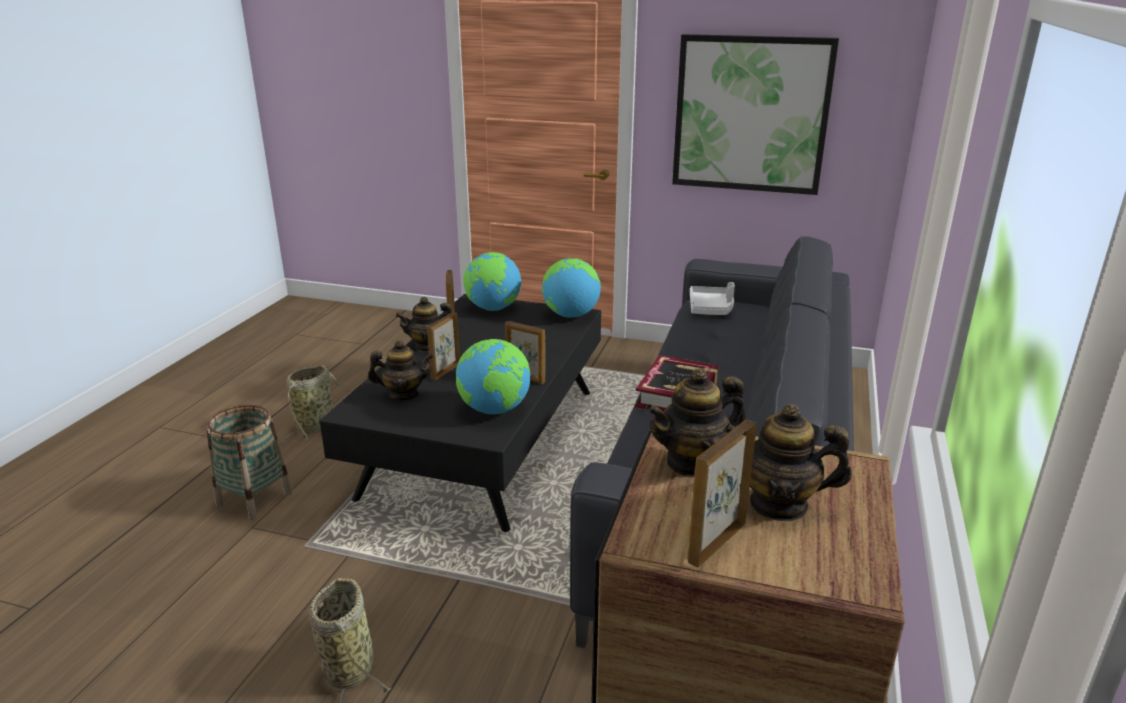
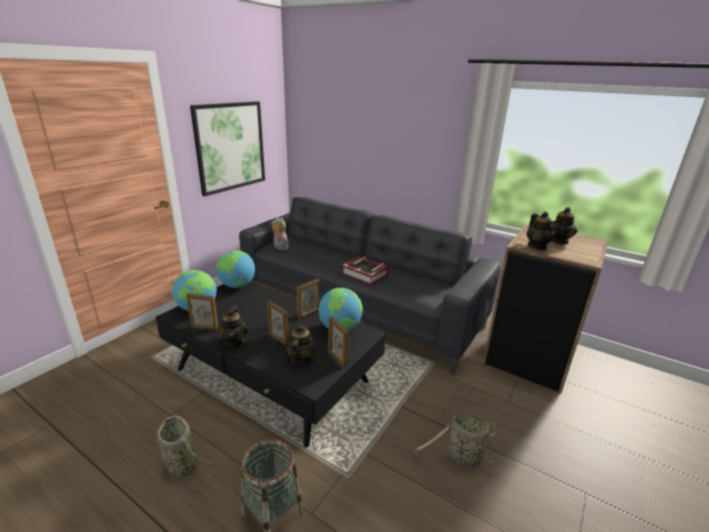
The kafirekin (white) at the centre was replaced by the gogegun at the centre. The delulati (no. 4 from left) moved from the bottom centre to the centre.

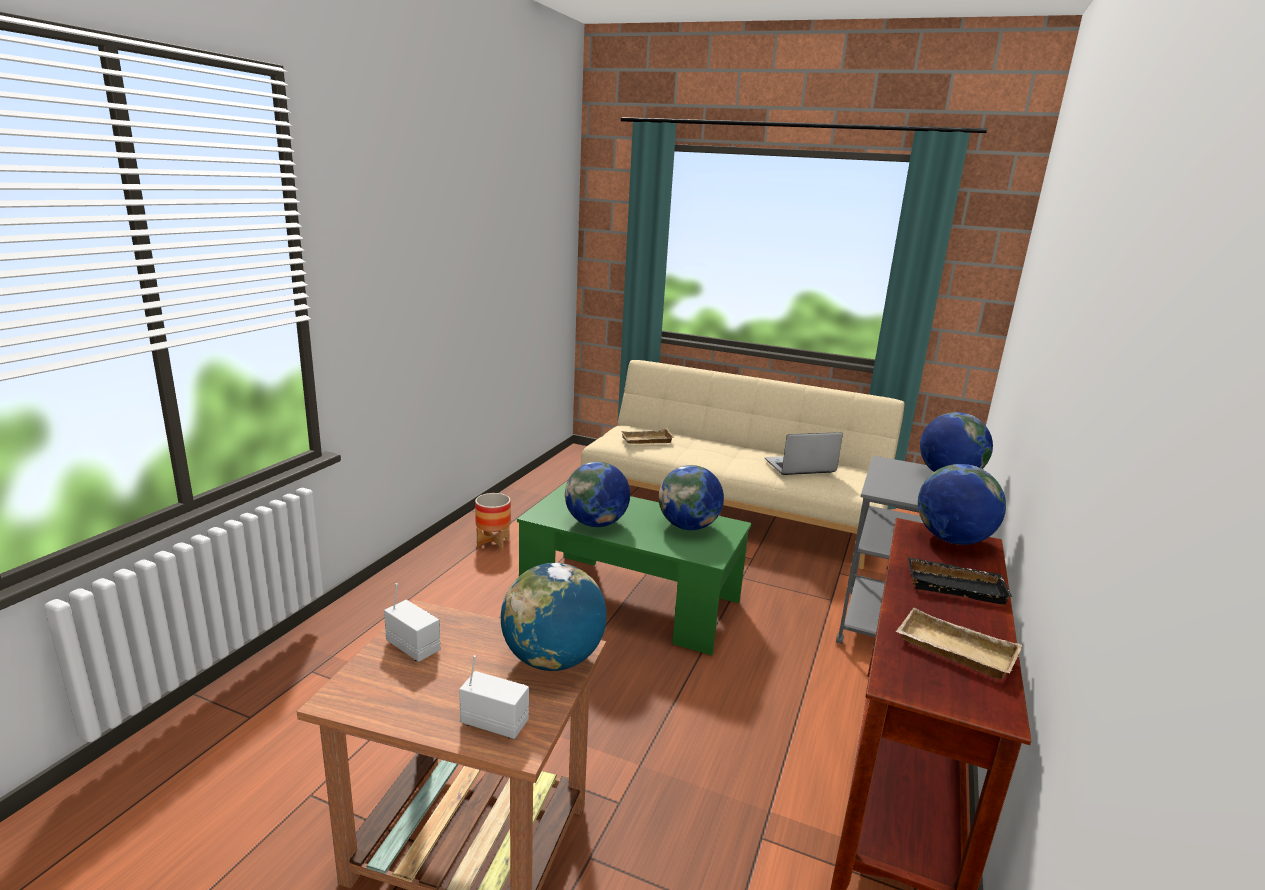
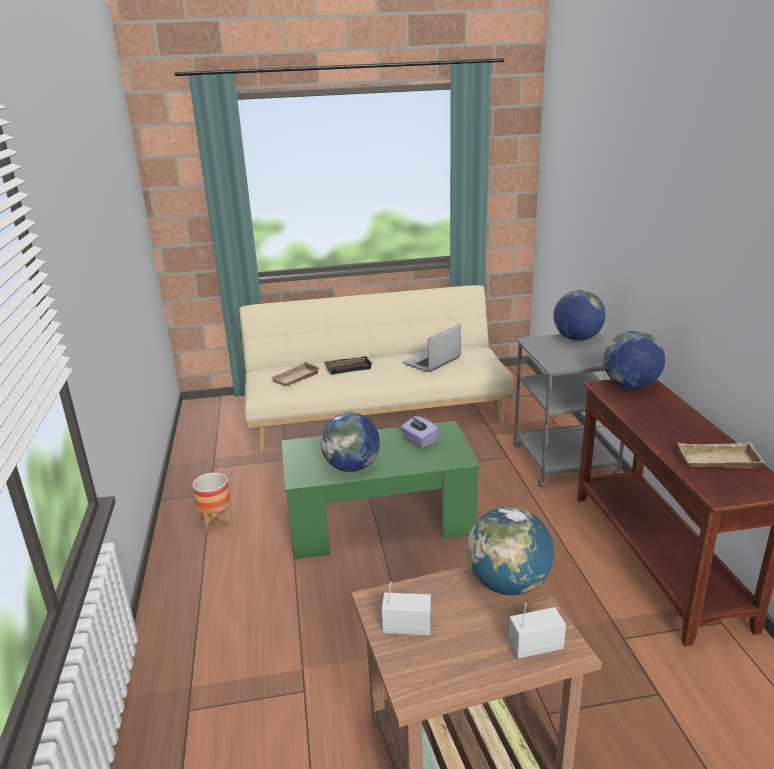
The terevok (no. 3 from left) at the centre was replaced by the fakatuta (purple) at the centre. The kafirekin (black) moved from the middle right to the centre.

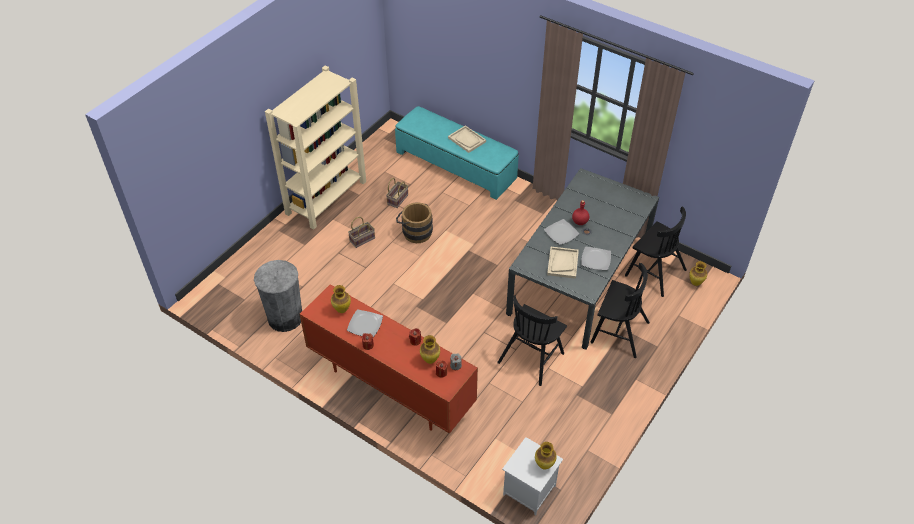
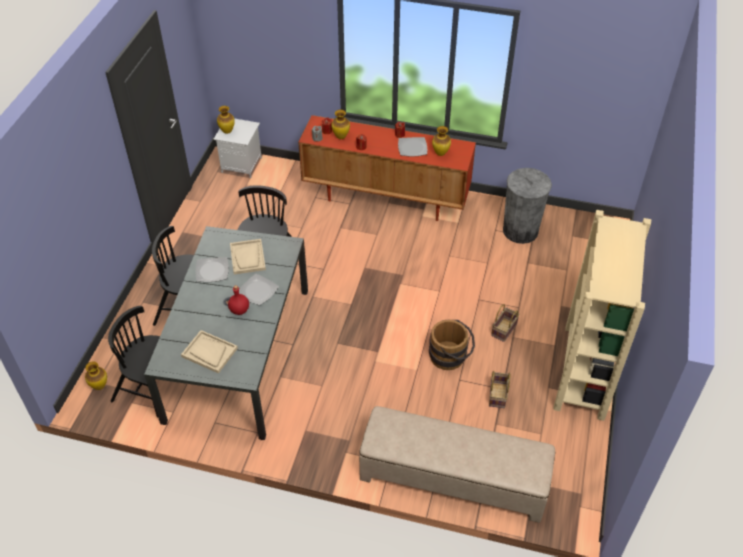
The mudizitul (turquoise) at the top centre became the mudizitul (beige) at the bottom centre. The kafirekin (beige) (no. 1 from left) moved from the top centre to the middle left.

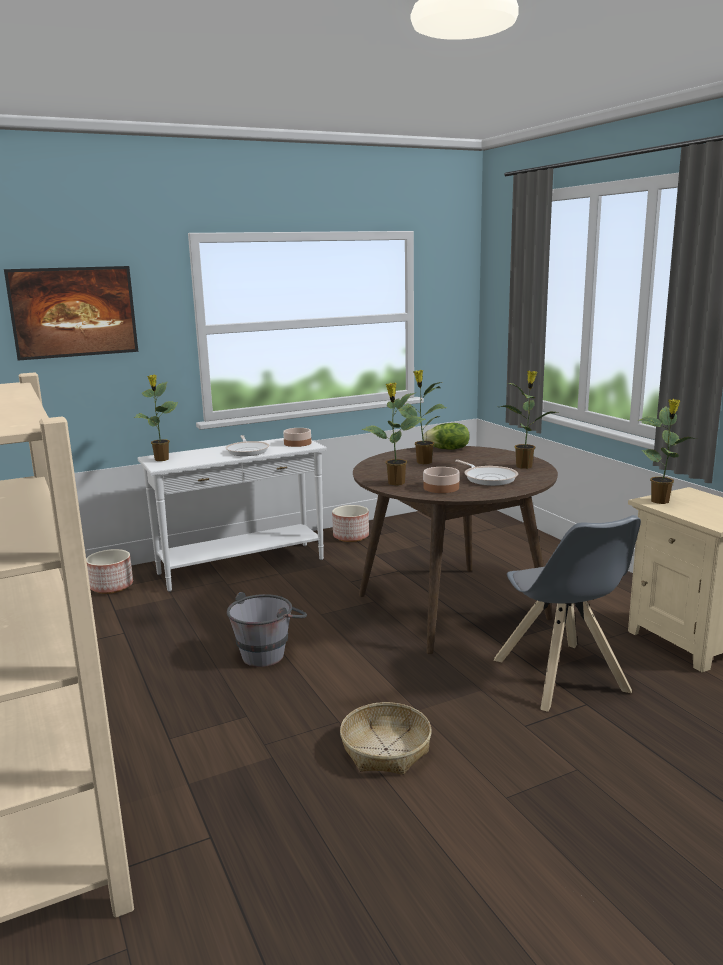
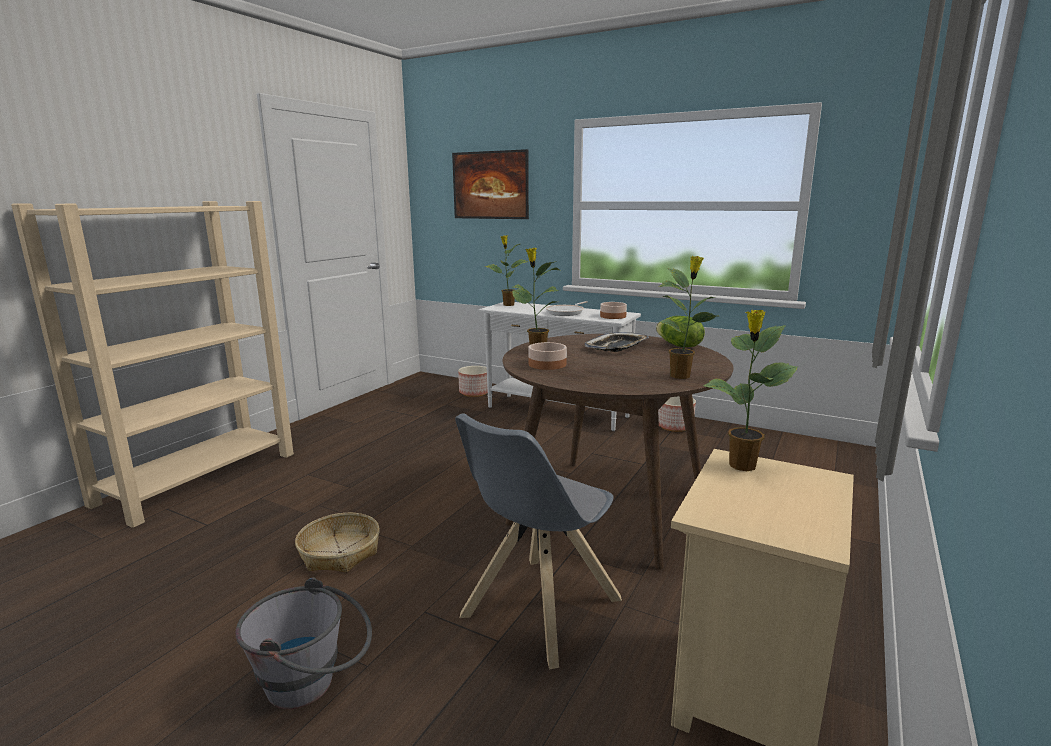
The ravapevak (no. 3 from left) at the centre was replaced by the kafirekin at the centre. The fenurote (no. 2 from left) at the middle right disappeared. The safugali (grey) moved from the centre to the bottom left.

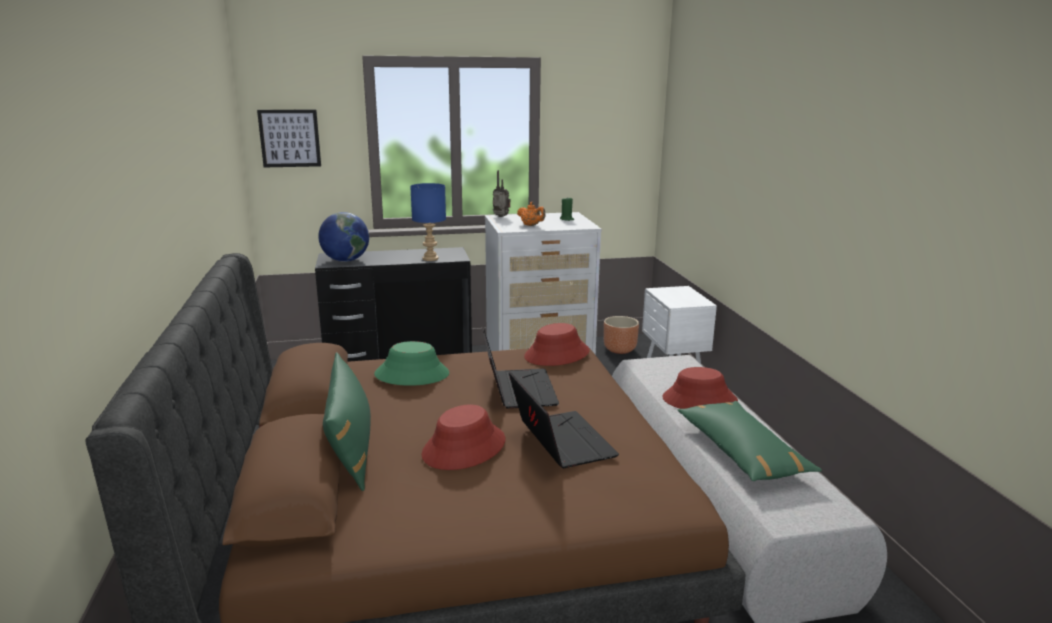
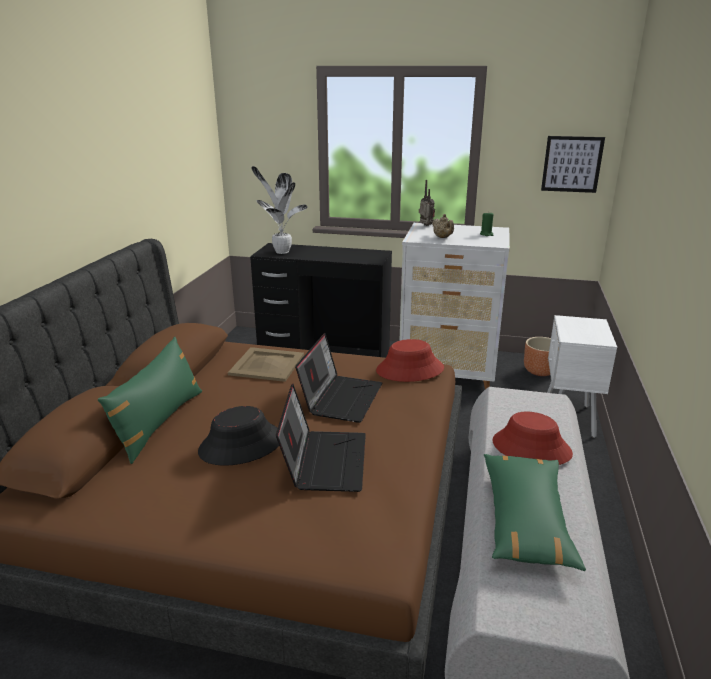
The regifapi moved from the top left to the top right. The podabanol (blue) at the centre disappeared. The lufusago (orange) at the centre became the lufusago (beige) at the top centre. The terevok at the middle left was replaced by the ravapevak at the top centre. The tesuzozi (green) at the centre was replaced by the kafirekin (beige) at the centre. The tesuzozi (red) (no. 1 from left) at the bottom centre became the tesuzozi (black) at the centre.

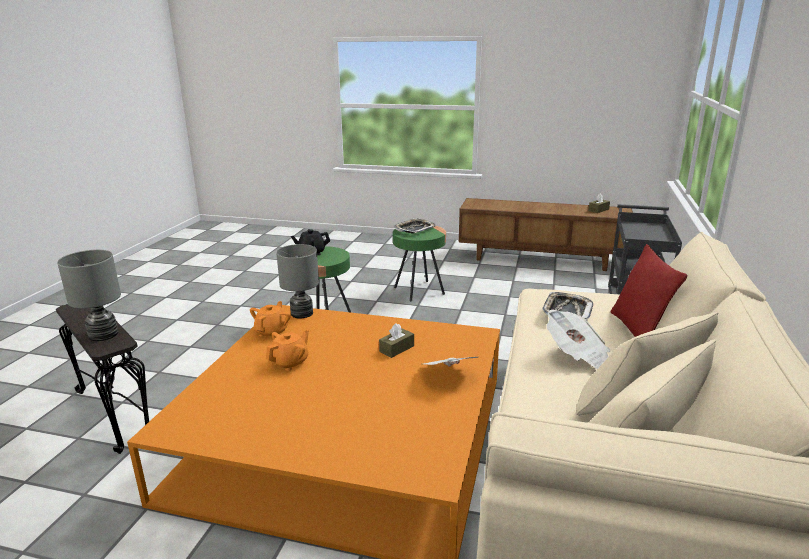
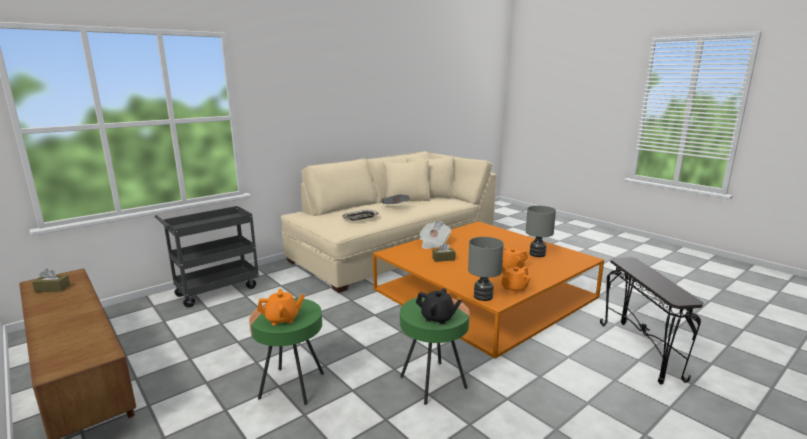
The kafirekin (no. 1 from left) at the centre was replaced by the lufusago (orange) (no. 1 from left) at the bottom centre. The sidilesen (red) at the middle right disappeared. The podabanol (grey) (no. 1 from left in the first image) moved from the middle left to the middle right.

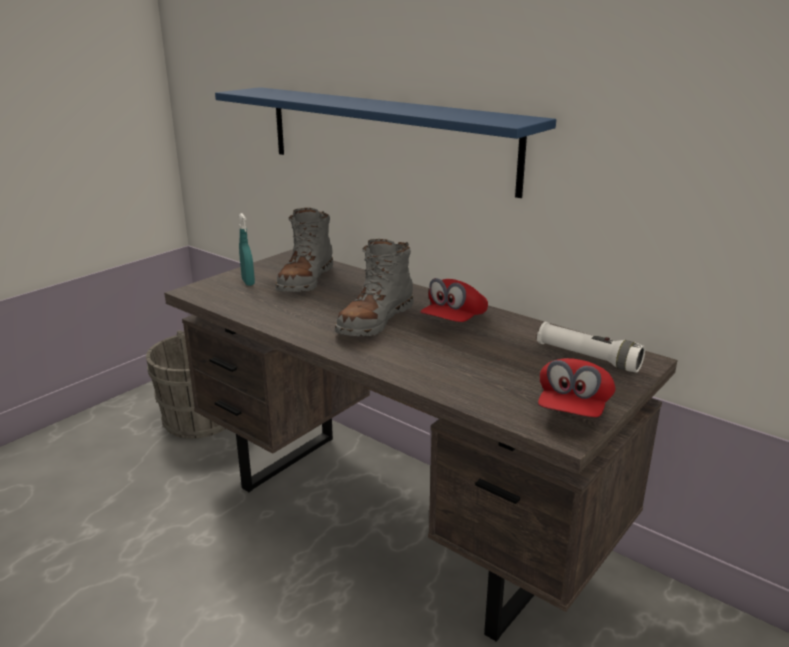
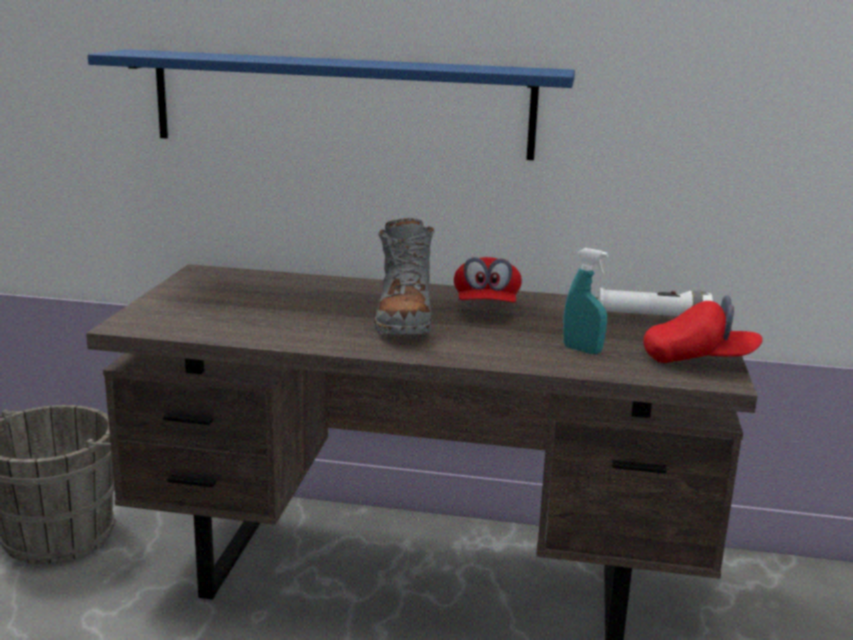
The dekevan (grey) (no. 1 from left) at the centre disappeared. The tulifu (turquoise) moved from the middle left to the middle right. The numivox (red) (no. 2 from left) at the middle right turned 75 degrees counterclockwise.

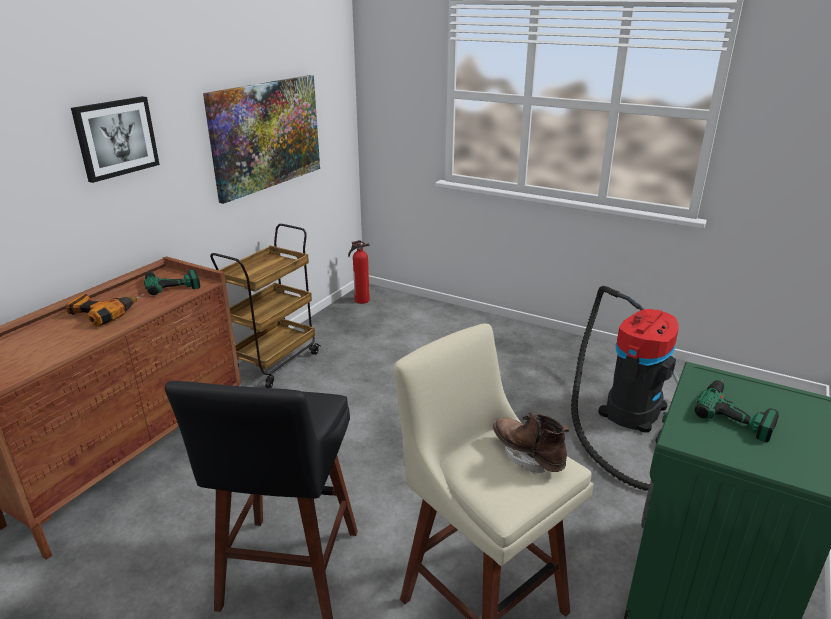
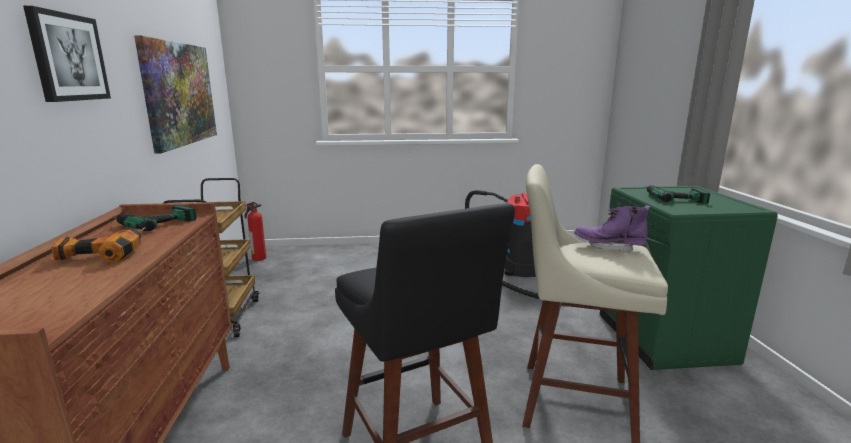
The dekevan (brown) at the bottom centre became the dekevan (purple) at the middle right.

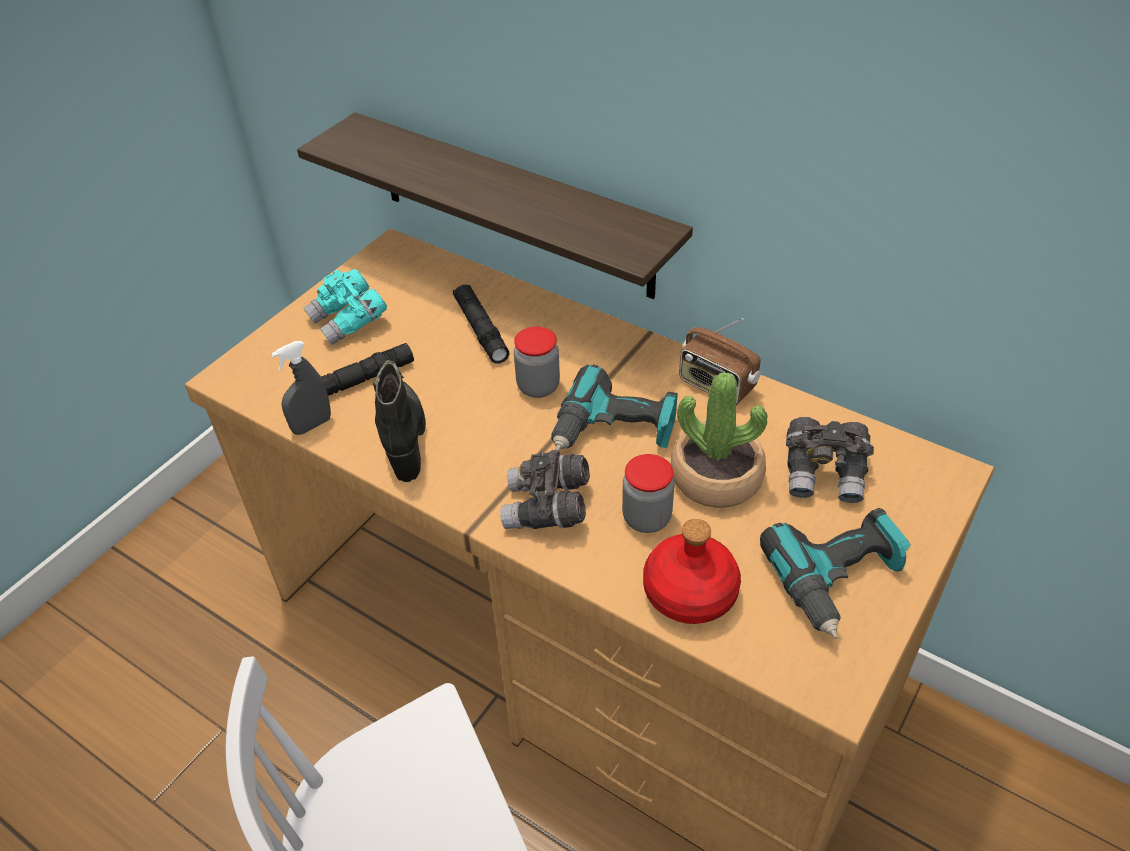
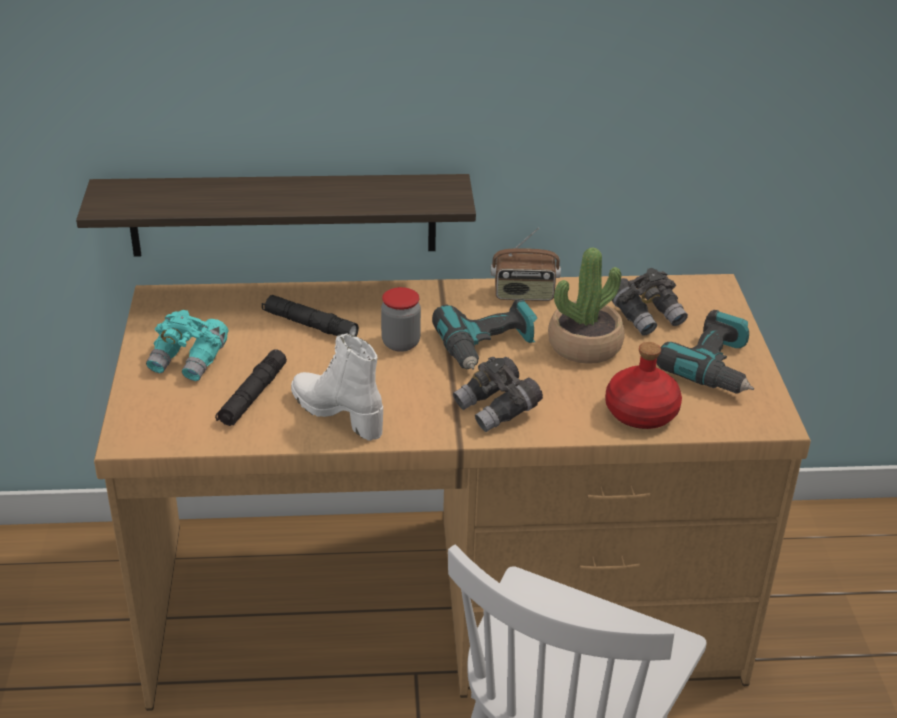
The tulifu (grey) at the middle left disappeared. The dekevan (black) at the centre became the dekevan (white) at the centre. The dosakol (no. 2 from left) at the centre disappeared.

